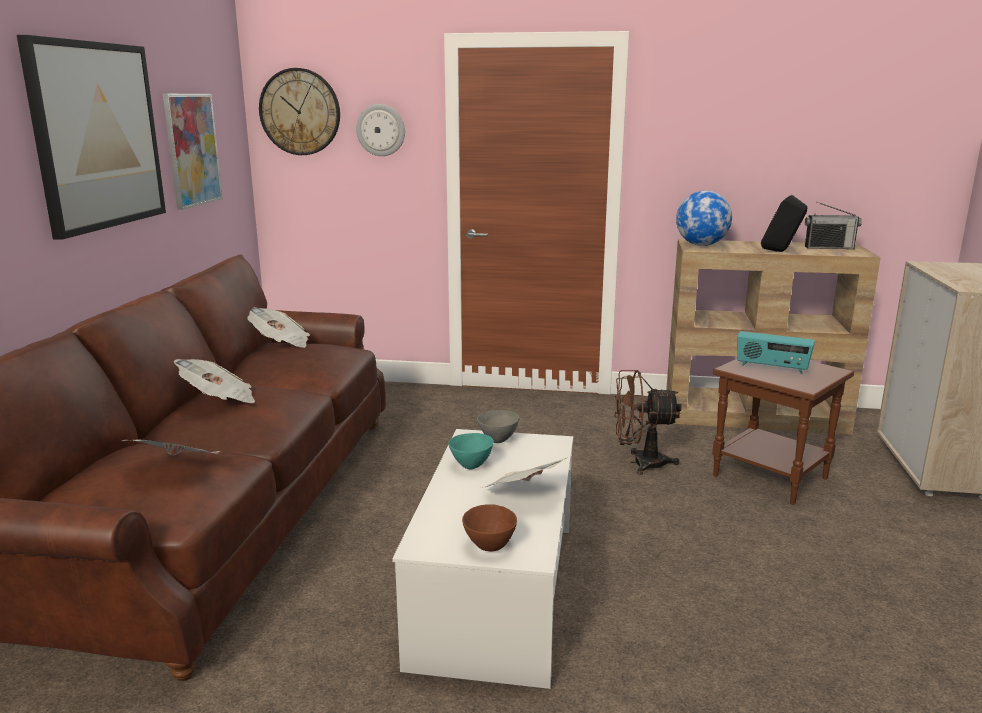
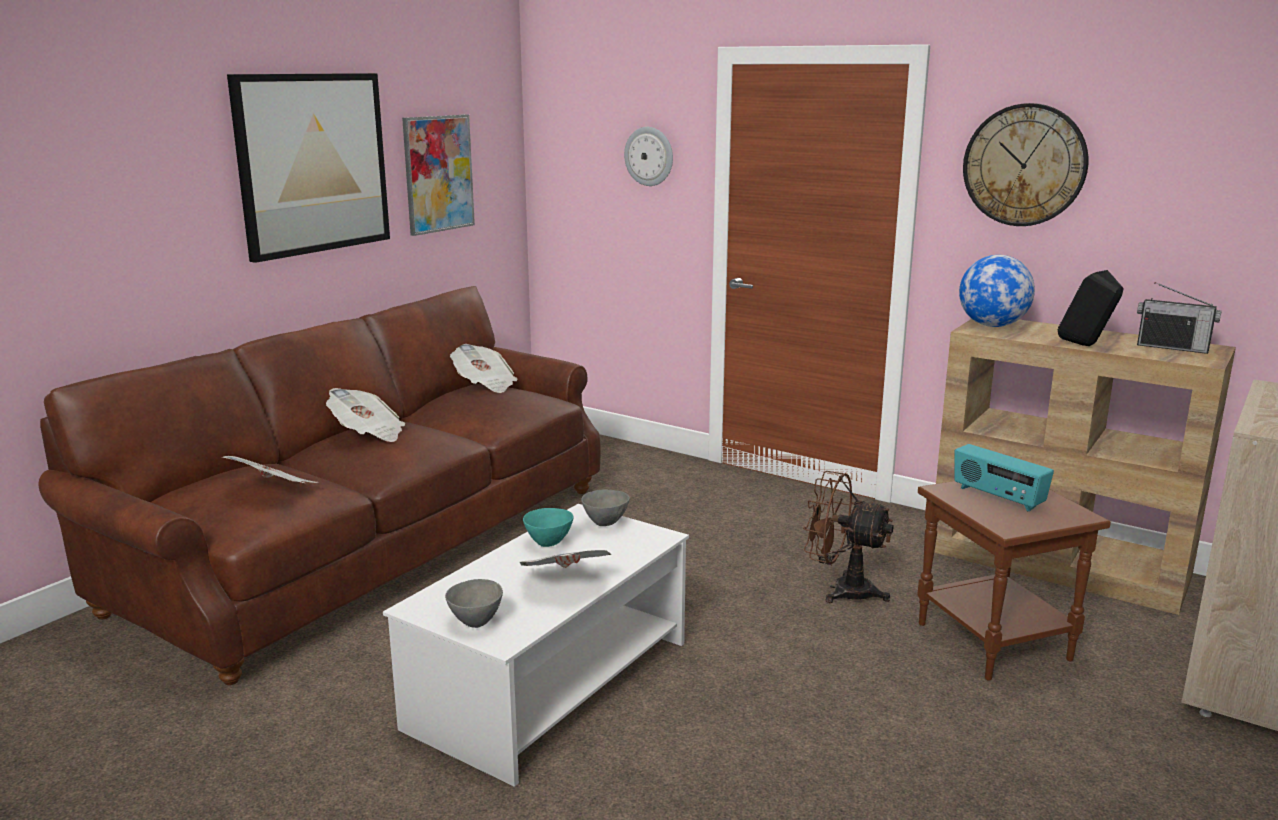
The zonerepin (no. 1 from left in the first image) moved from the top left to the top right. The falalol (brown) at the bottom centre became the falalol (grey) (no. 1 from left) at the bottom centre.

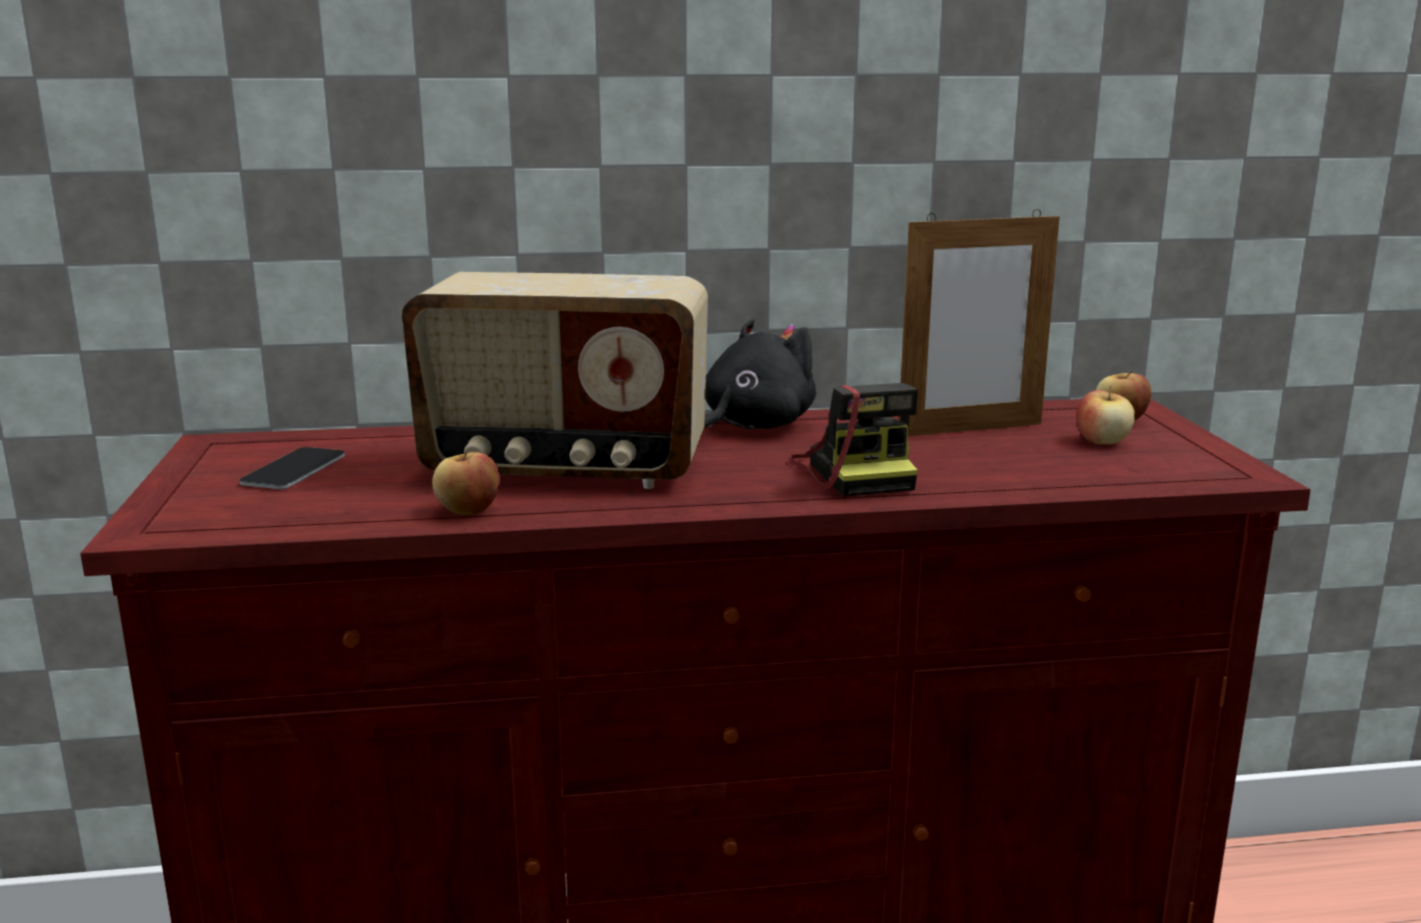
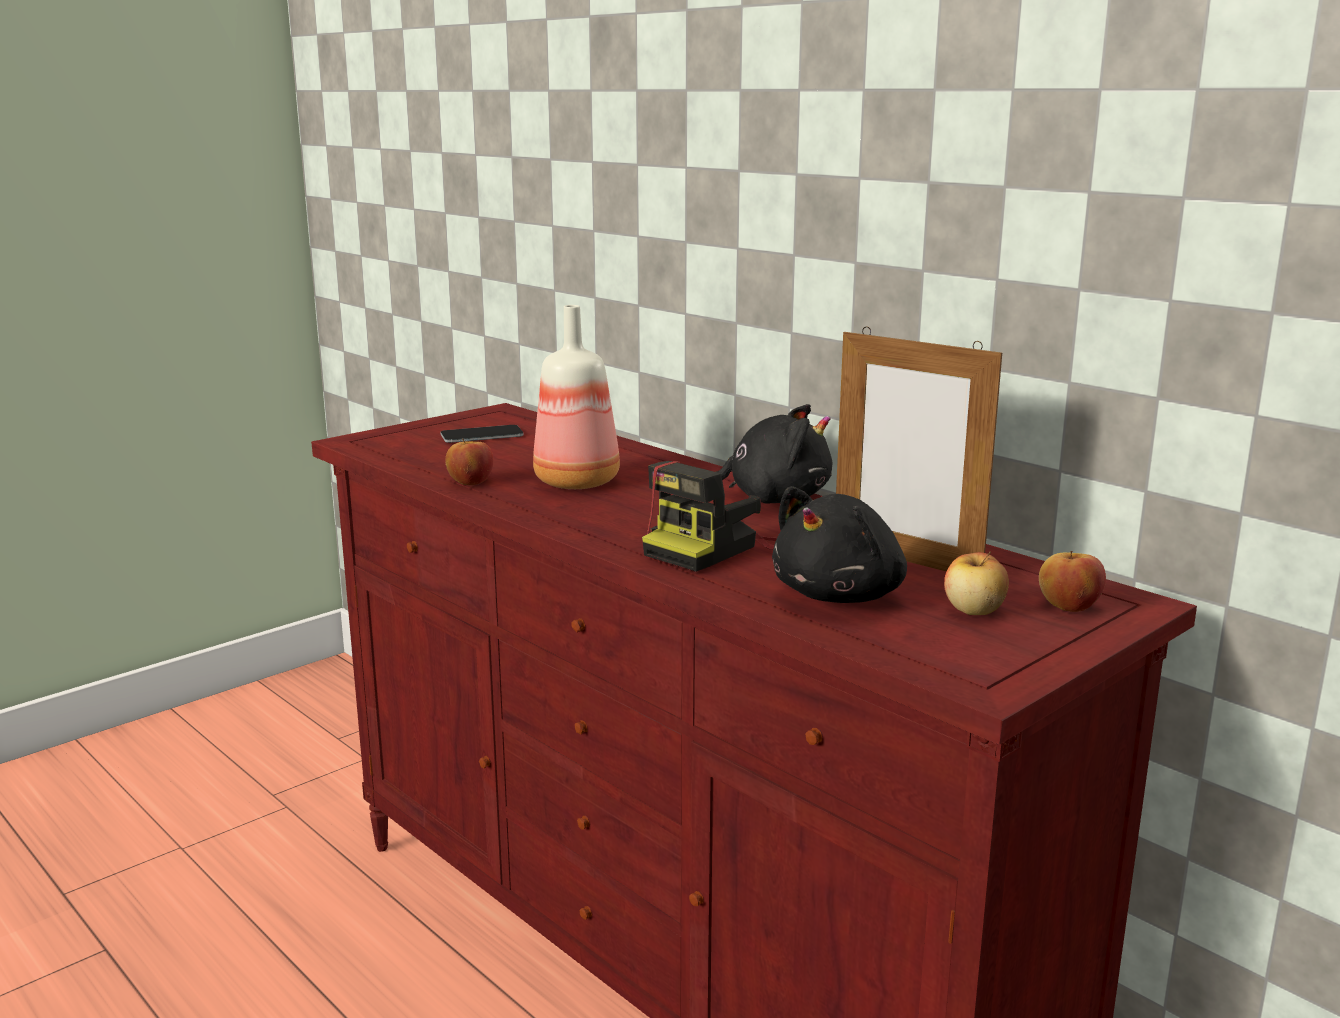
The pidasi at the centre was replaced by the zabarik at the centre. The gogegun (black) (no. 2 from left) at the centre appeared.

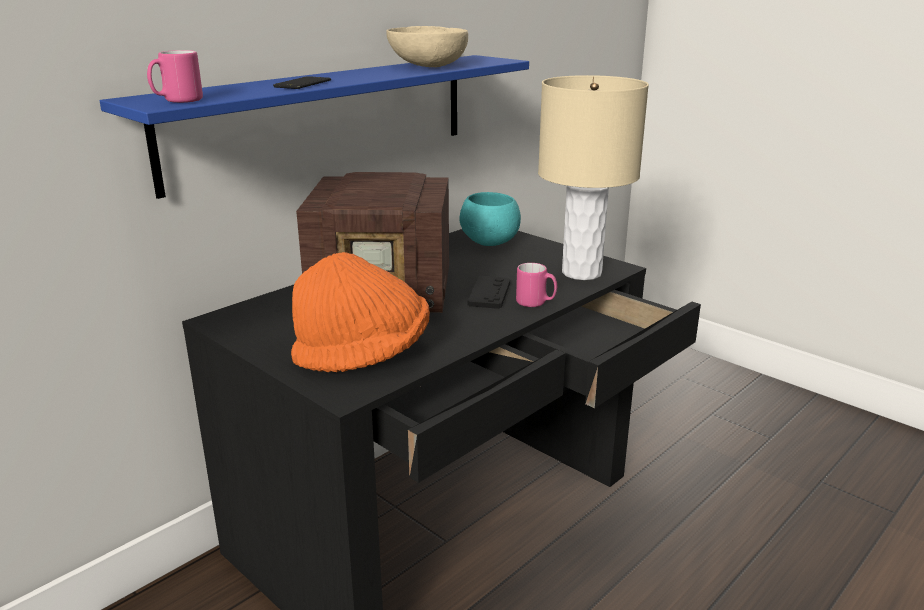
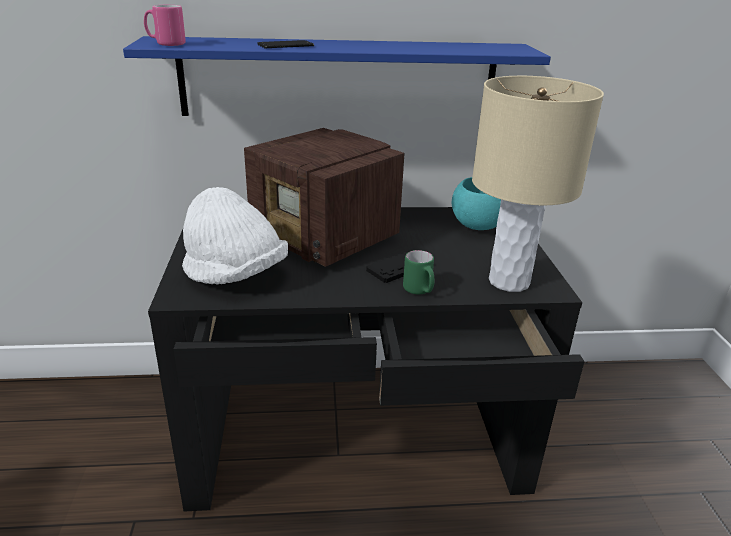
The falalol (beige) at the top centre disappeared. The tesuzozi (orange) at the centre became the tesuzozi (white) at the middle left. The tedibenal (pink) (no. 2 from left) at the centre became the tedibenal (green) at the centre.

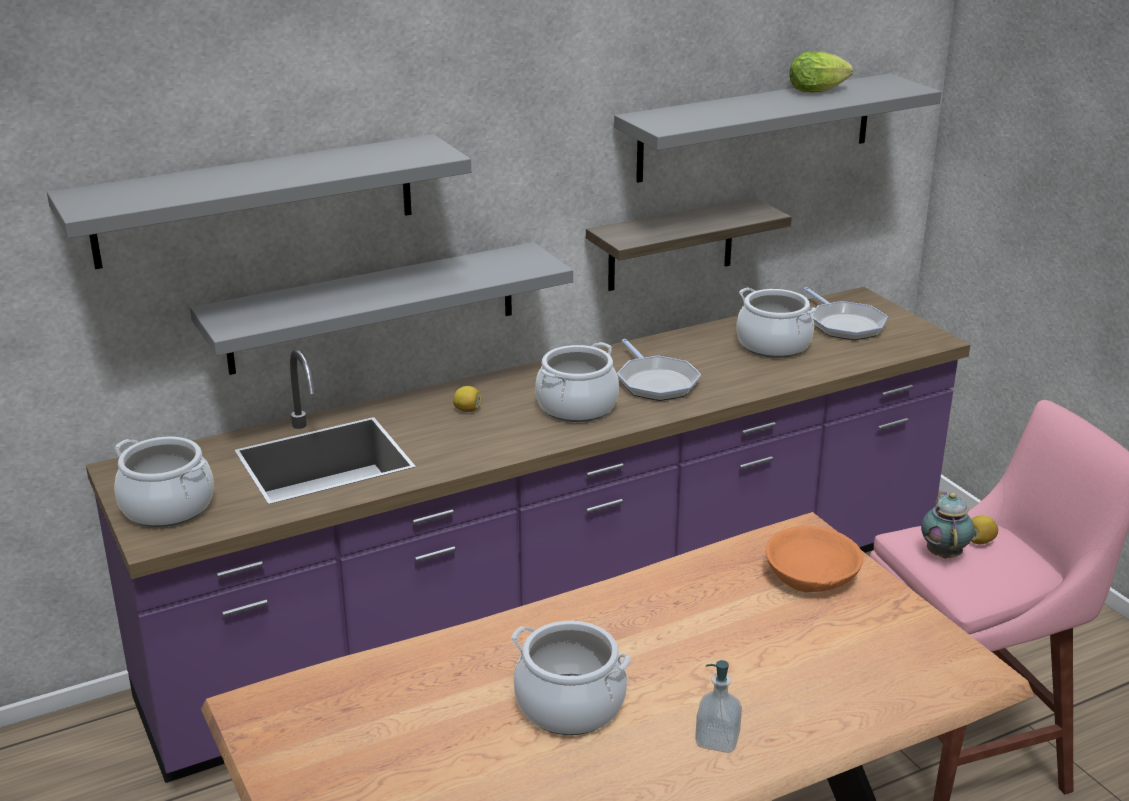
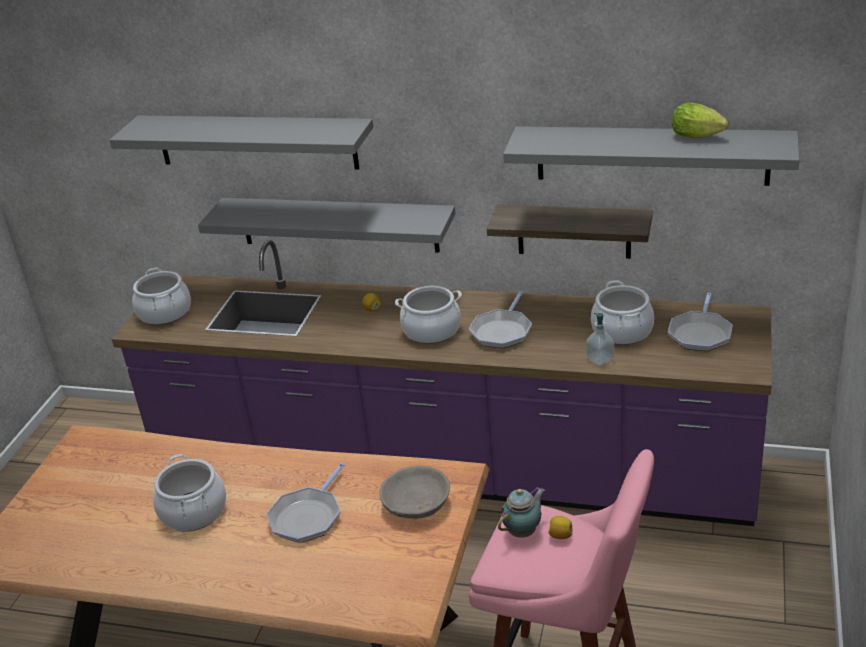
The falalol (orange) at the bottom right became the falalol (grey) at the bottom centre. The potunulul moved from the bottom centre to the middle right. The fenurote (no. 1 from left) at the bottom centre appeared.

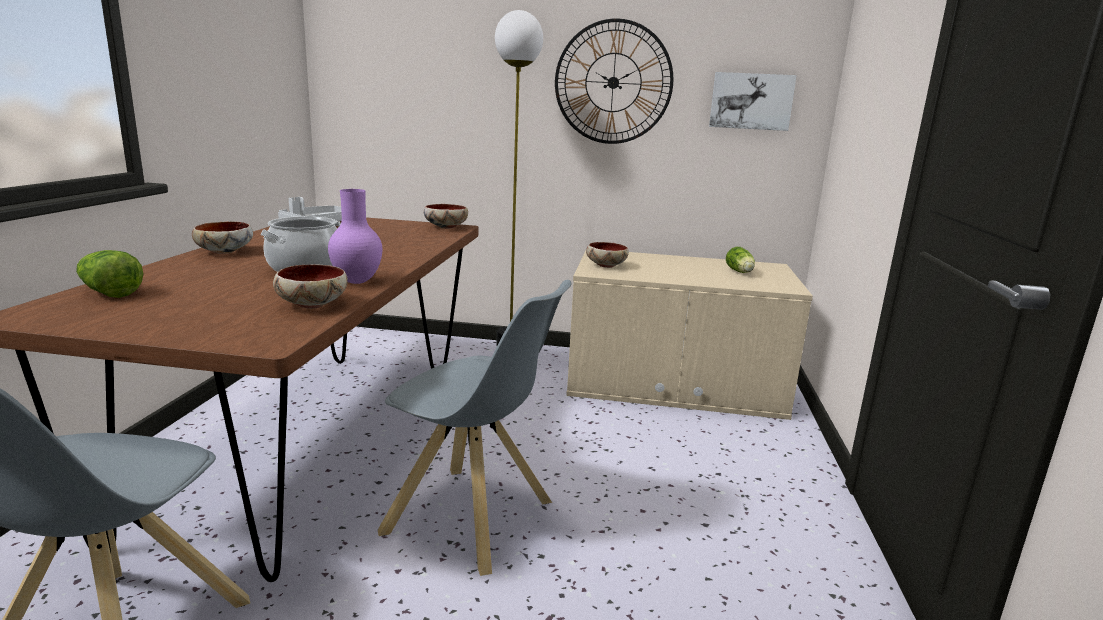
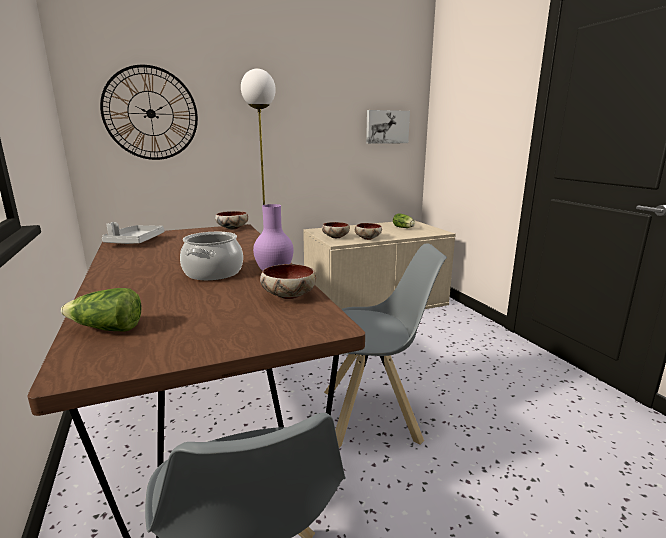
The zonerepin moved from the top centre to the top left. The falalol (no. 1 from left in the first image) moved from the middle left to the centre.

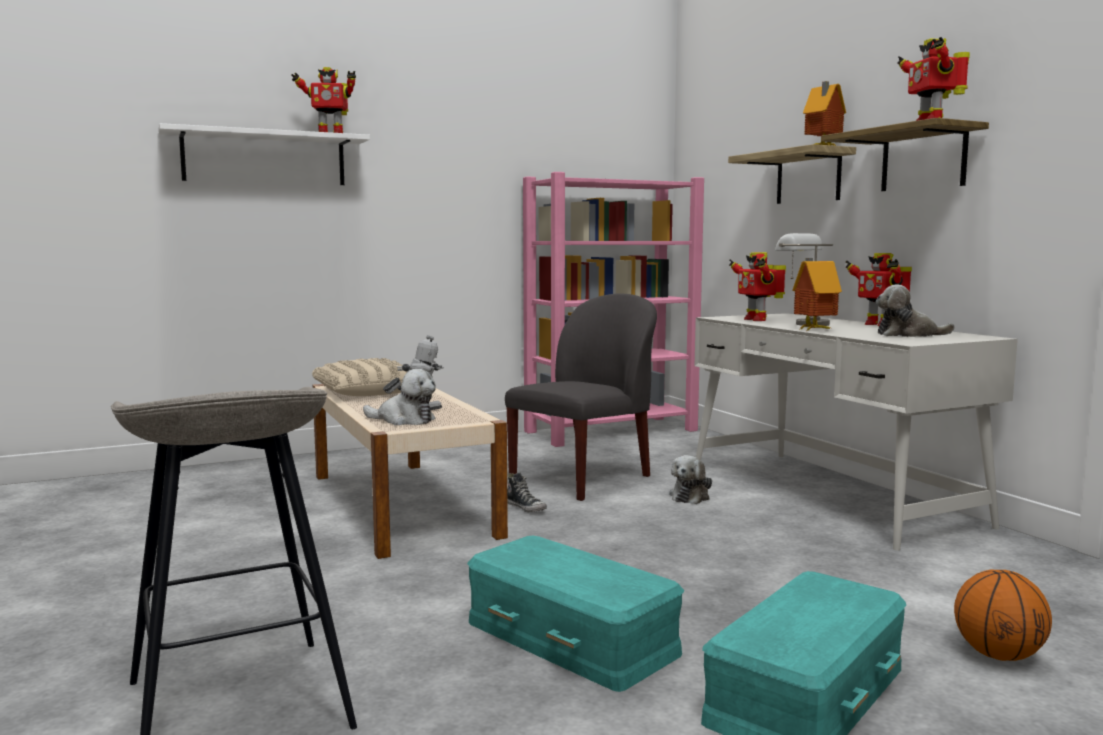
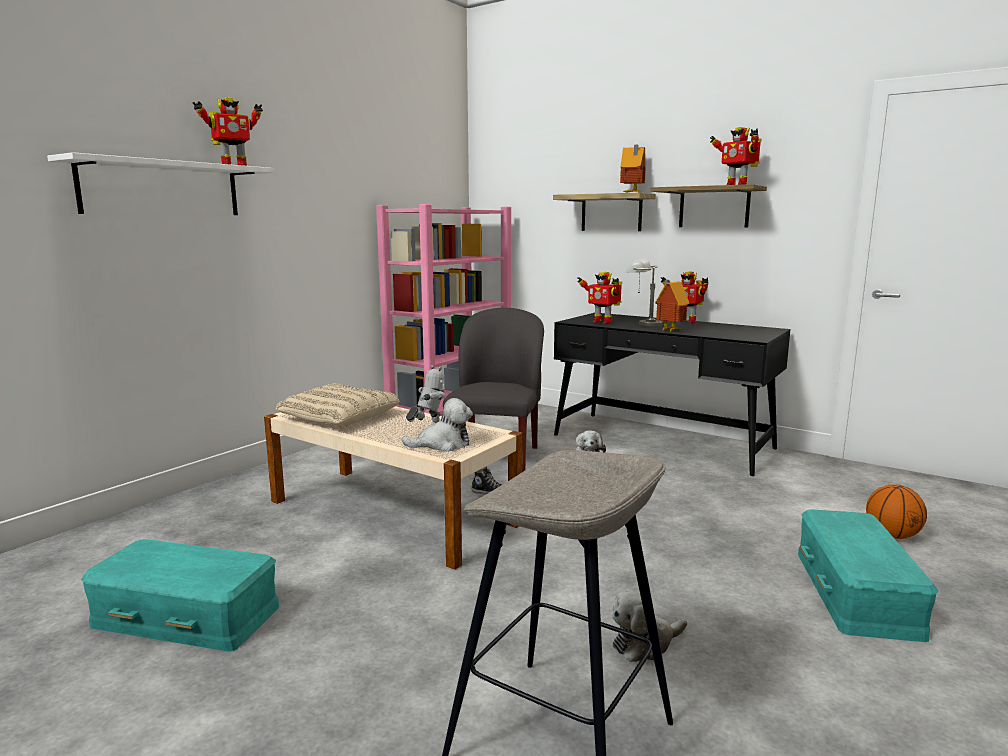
The gogegun (no. 3 from left) moved from the middle right to the bottom centre. The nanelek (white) at the middle right became the nanelek (black) at the middle right. The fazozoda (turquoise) (no. 1 from left) moved from the bottom centre to the bottom left.

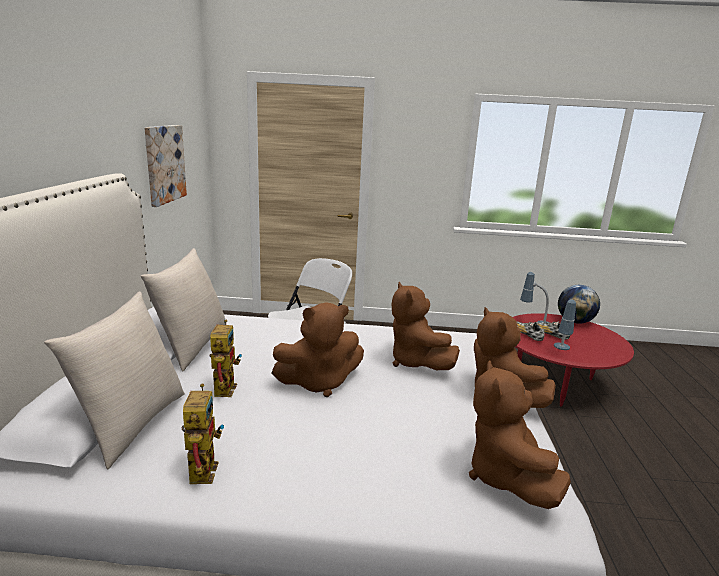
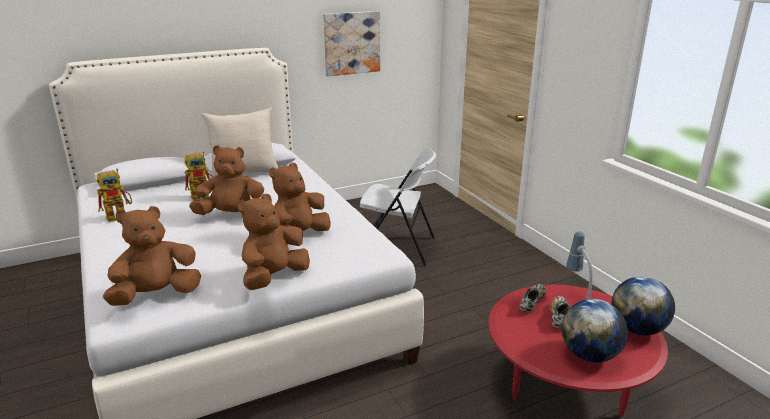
The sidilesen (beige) (no. 1 from left) at the middle left disappeared. The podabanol (no. 2 from left) at the middle right disappeared. The gogegun (brown) (no. 1 from left in the first image) at the centre turned 135 degrees clockwise. The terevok (no. 1 from left) at the bottom right appeared.

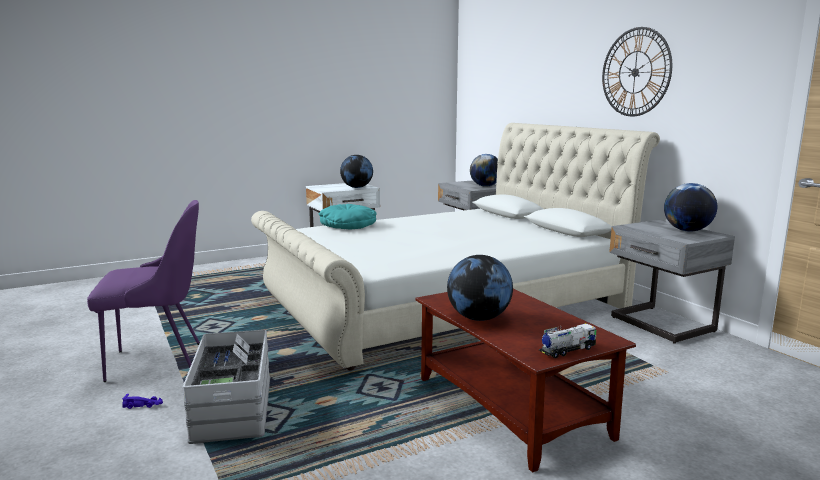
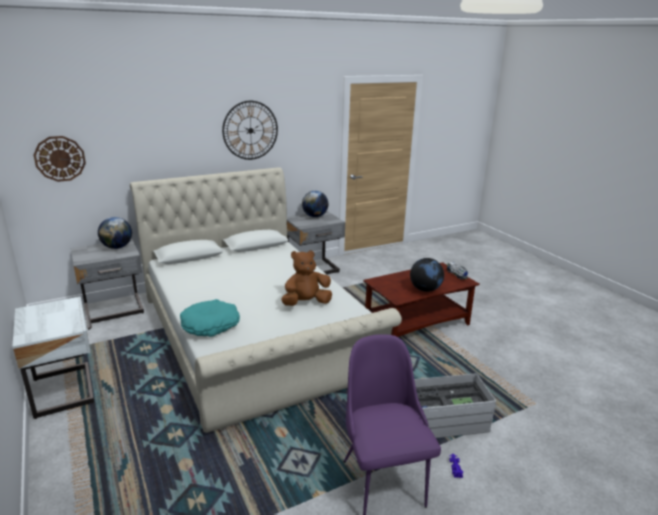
The terevok (no. 1 from left) at the centre disappeared. The zonerepin (no. 1 from left) at the top left appeared. The gogegun (brown) at the centre appeared.

